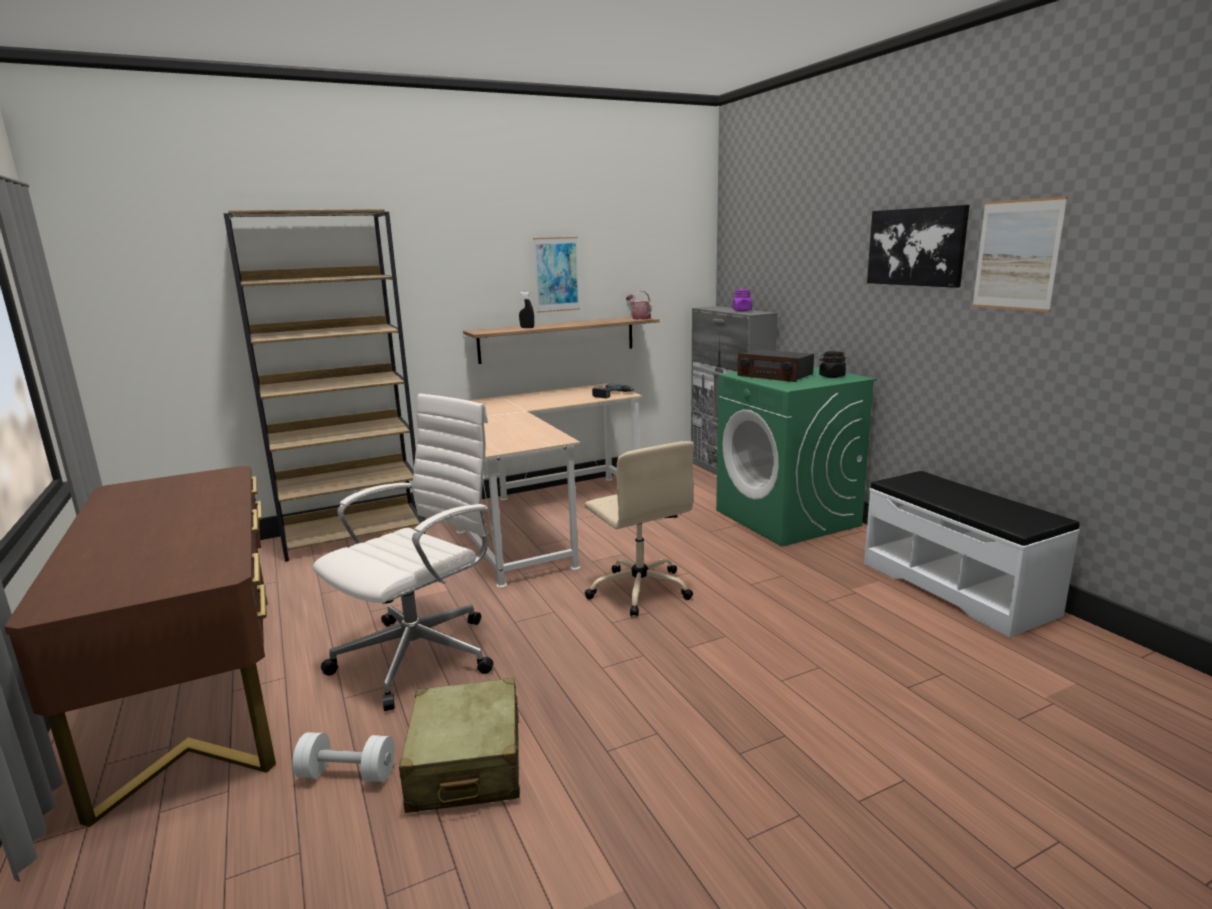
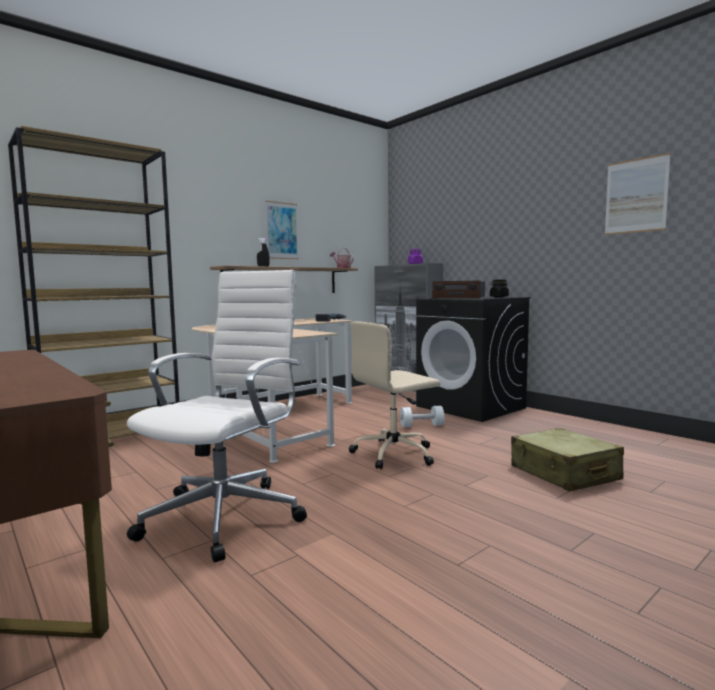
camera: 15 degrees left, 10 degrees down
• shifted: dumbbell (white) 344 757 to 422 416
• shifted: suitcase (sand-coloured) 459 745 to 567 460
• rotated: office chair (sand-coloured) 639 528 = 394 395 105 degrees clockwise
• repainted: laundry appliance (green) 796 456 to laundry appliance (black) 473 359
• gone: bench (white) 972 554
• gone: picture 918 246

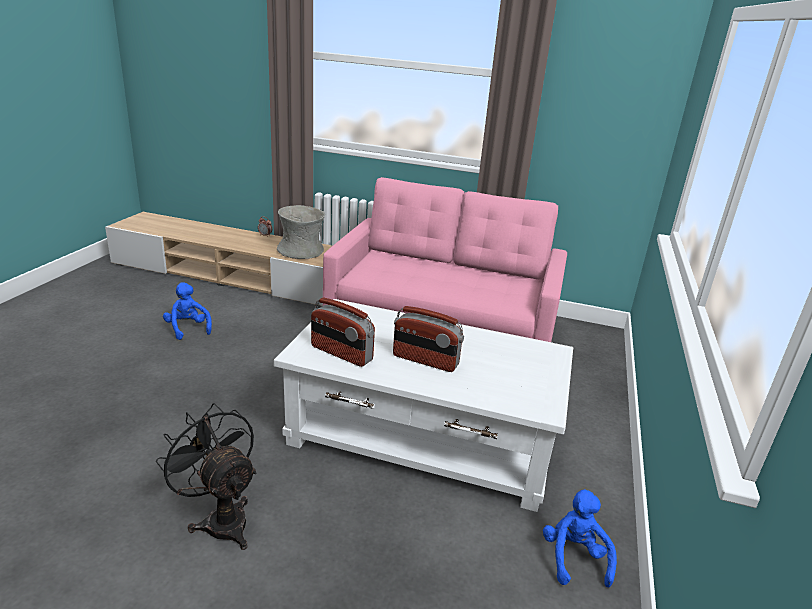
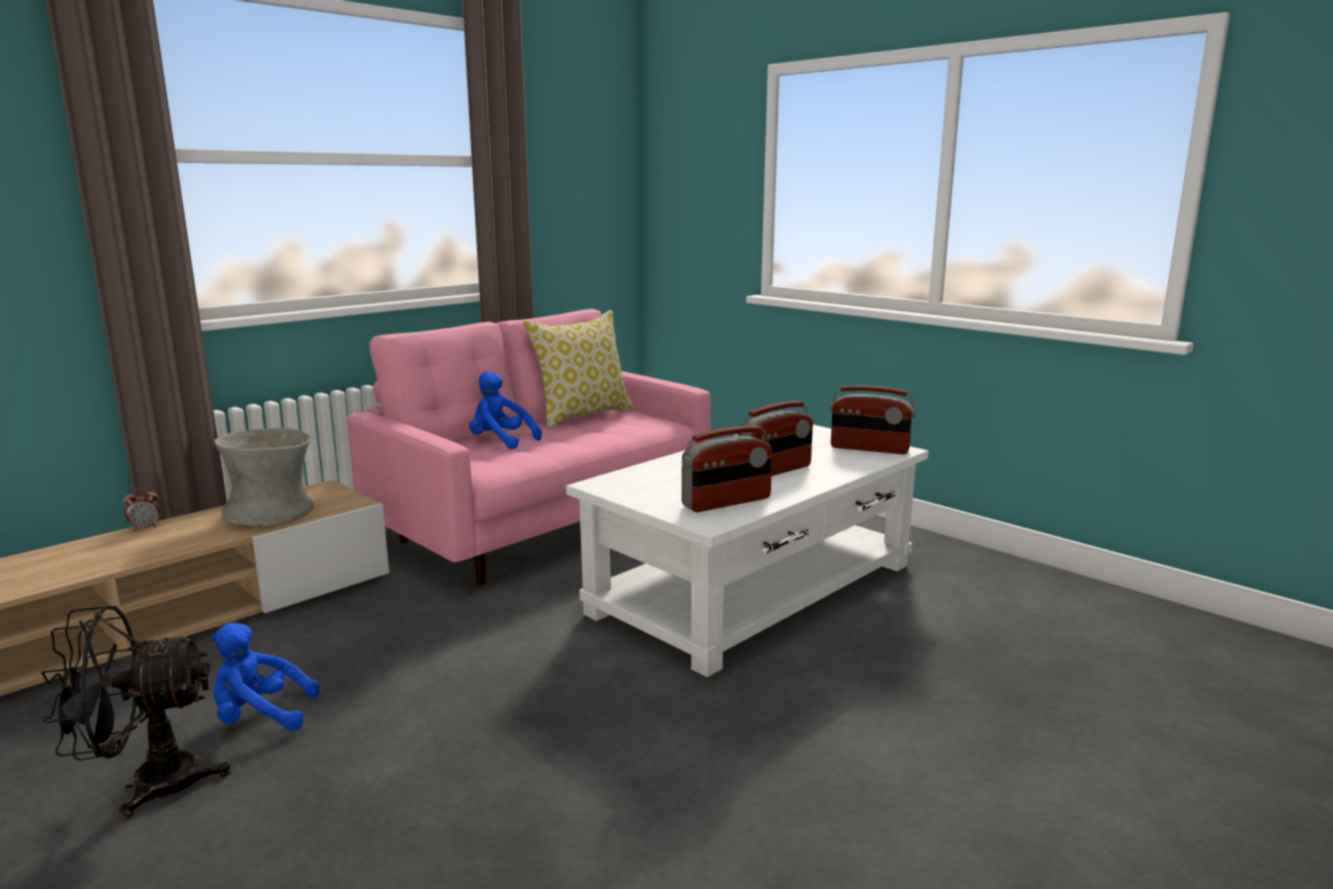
camera: 60 degrees left, 10 degrees down
• shifted: electric fan (black) 206 476 to 136 713
• shifted: soft toy (blue-coloured) 580 538 to 505 410
• new: throw pillow 579 369
• new: radio receiver 873 419

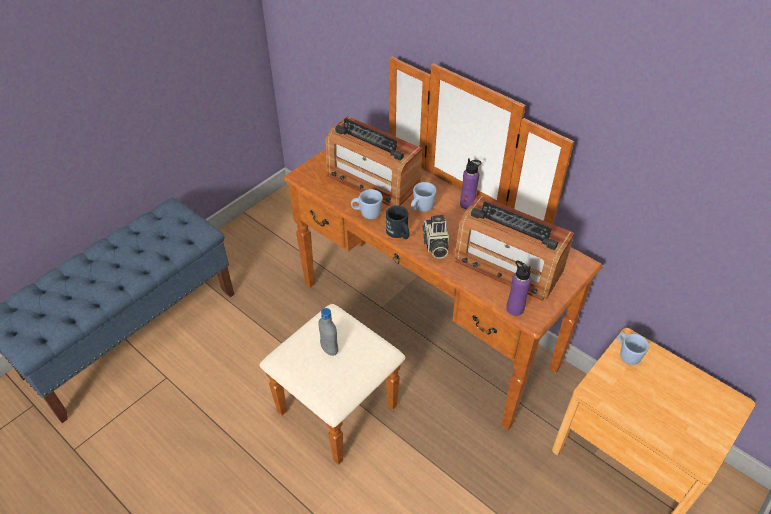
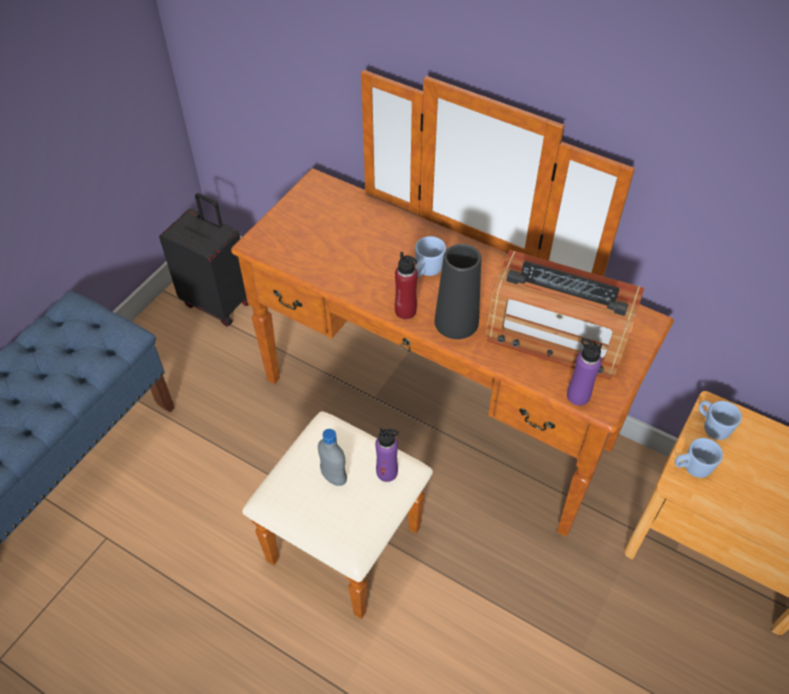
camera: 10 degrees left, 5 degrees up
• gone: radio receiver 374 161
• shifted: coffee mug (blue-coloured) 367 204 to 699 458
• swapped: coffee mug (black) 397 222 to bottle (red-coloured) 406 285
• swapped: photo camera 435 237 to flower vase (black) 457 291
• shifted: bottle (purple-coloured) 470 184 to 387 455
• new: suitcase (black) 204 259

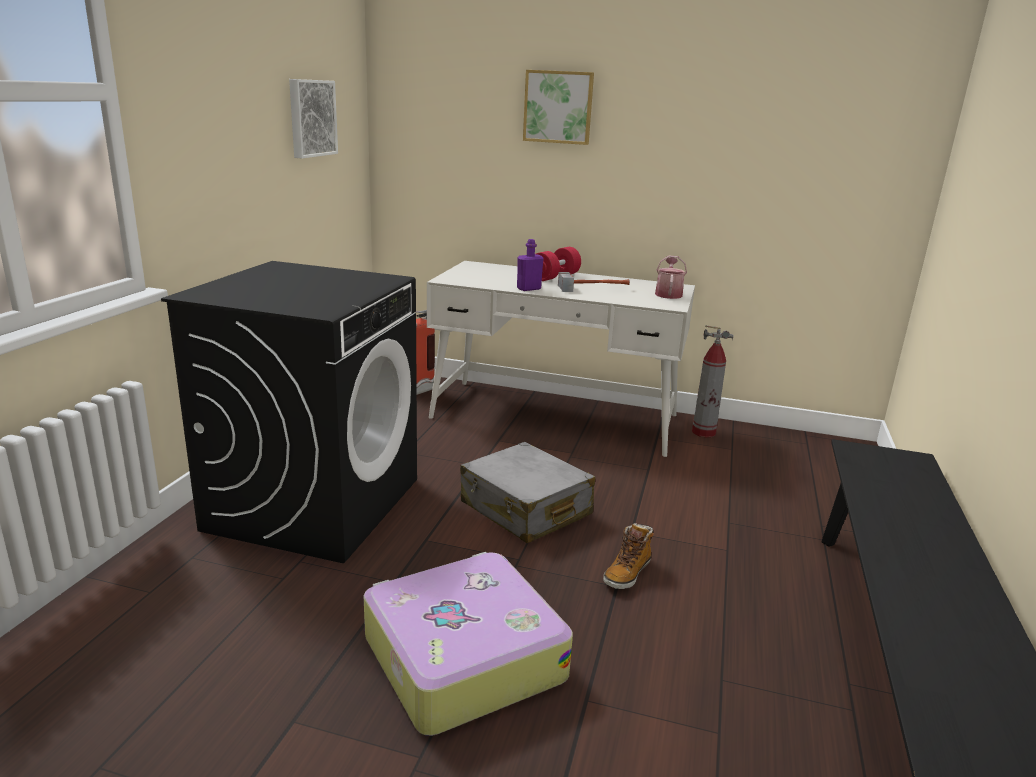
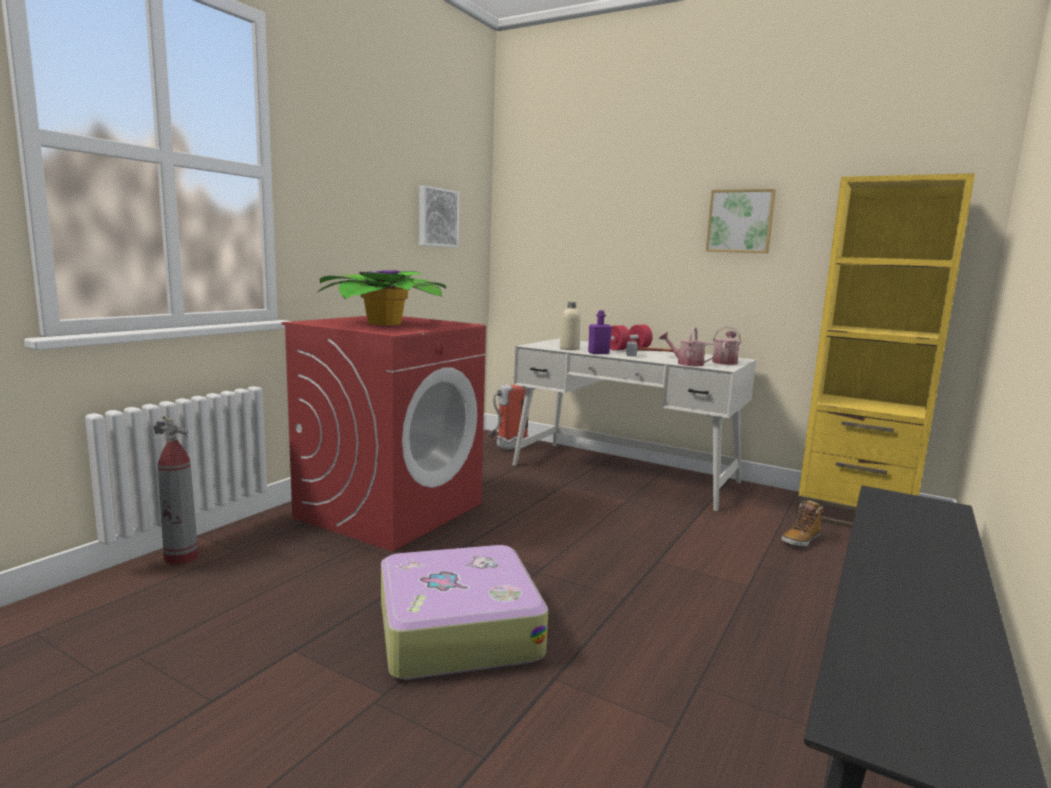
camera: 15 degrees right, 10 degrees down
• repainted: laundry appliance (black) 289 412 to laundry appliance (red-coloured) 384 433
• gone: suitcase (greyish) 527 492
• shifted: picture 558 107 to 741 221
• shifted: boot 628 556 to 802 523
• shifted: fire-fighting cylinder 713 381 to 175 490
• new: potted plant 382 297
• new: bottle (sand-coloured) 570 326
• new: watering can 688 346
• new: bookshelf (yellow-coloured) 885 350

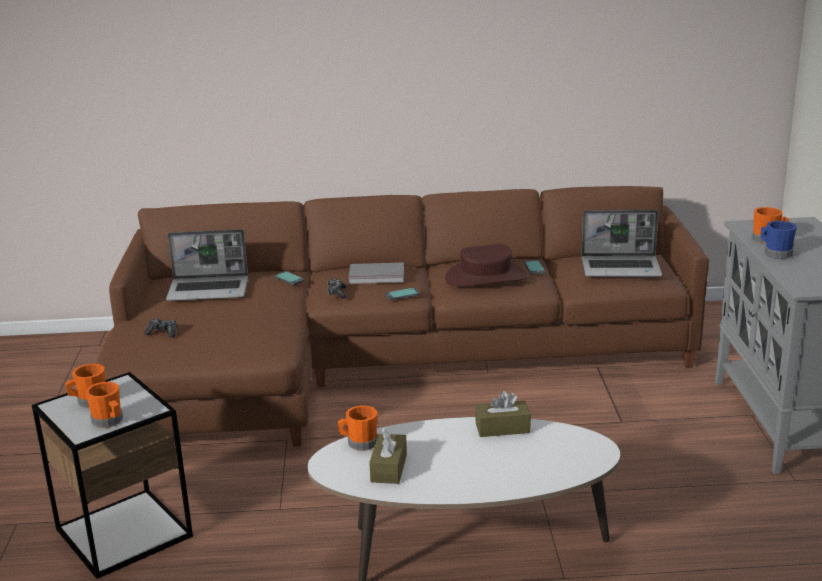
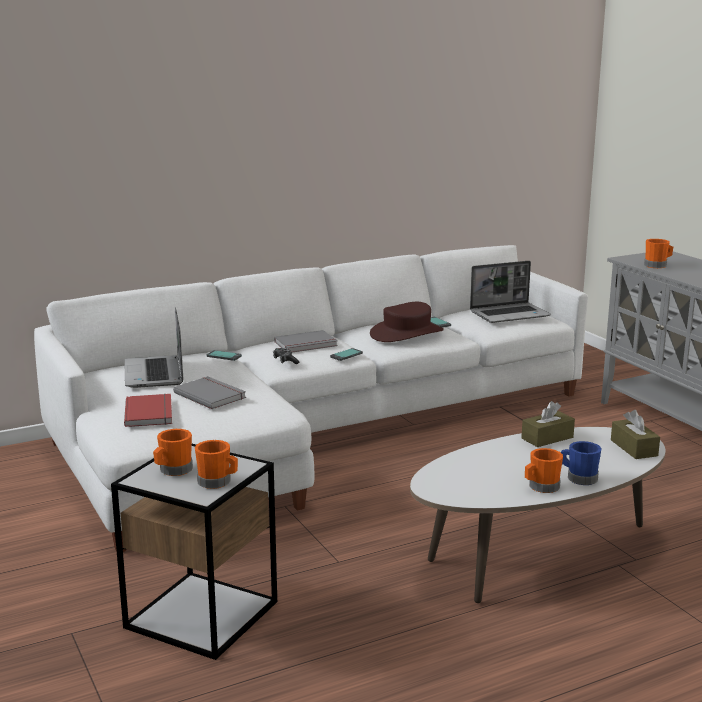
camera: 25 degrees left, 5 degrees down
• repainted: settee (brownish) 402 316 to settee (white) 311 398
• swapped: gamepad 160 328 to book (red-coloured) 148 410
• rotated: portable computer 207 265 = 153 347 105 degrees clockwise
• shifted: coffee mug (orange-coloured) 358 428 to 544 470
• shifted: tissue holder (brownish) 388 456 to 635 434
• shifted: coffee mug (blue-coloured) 779 240 to 581 463
• new: book (greyish) 209 392

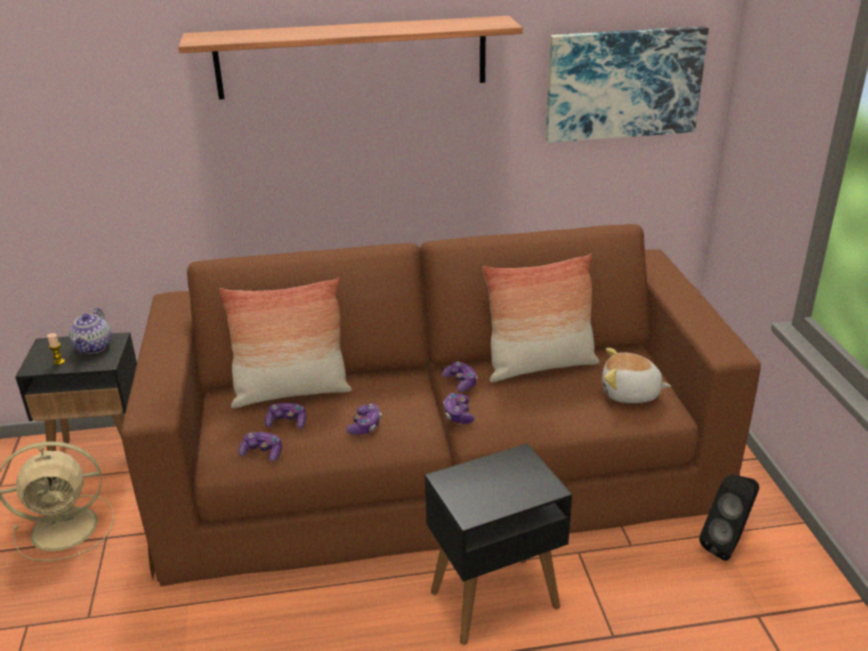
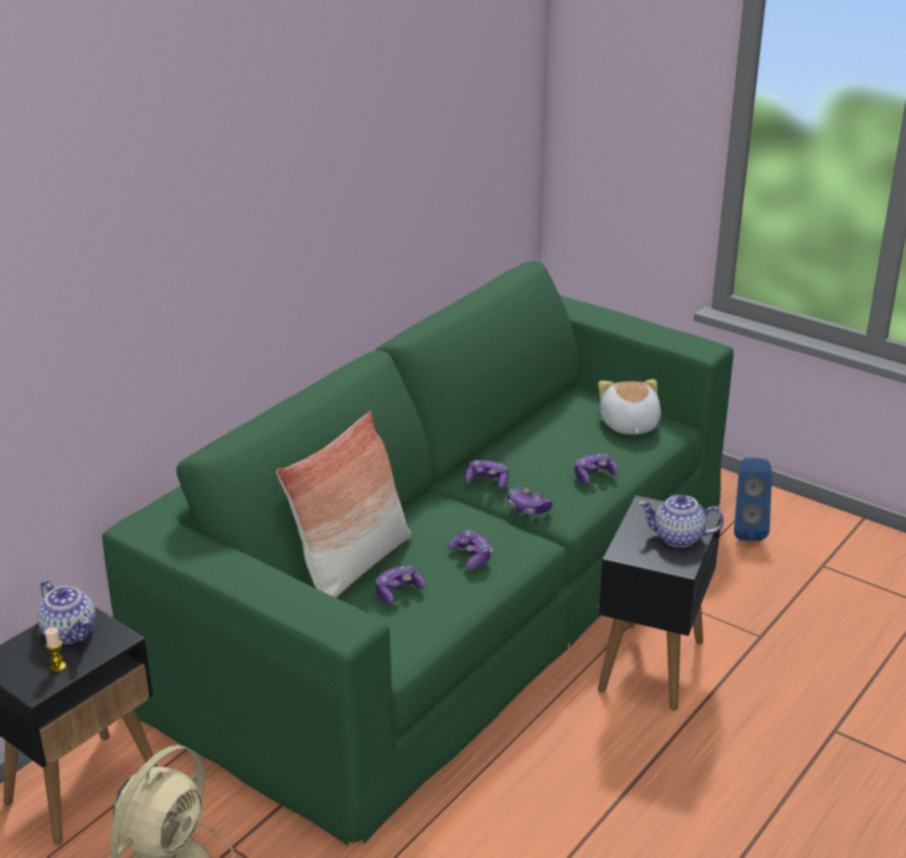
camera: 45 degrees left, 0 degrees up
• repainted: settee (brownish) 441 405 to settee (green) 418 553
• gone: shelf 350 58
• shifted: gamepad 260 446 to 596 469
• gone: throw pillow 541 318
• gone: picture 627 84
• rotated: soft toy 636 375 = 629 407 120 degrees clockwise
• repainted: loudspeaker (black) 729 517 to loudspeaker (blue-coloured) 753 499
• new: pot for tea 681 520

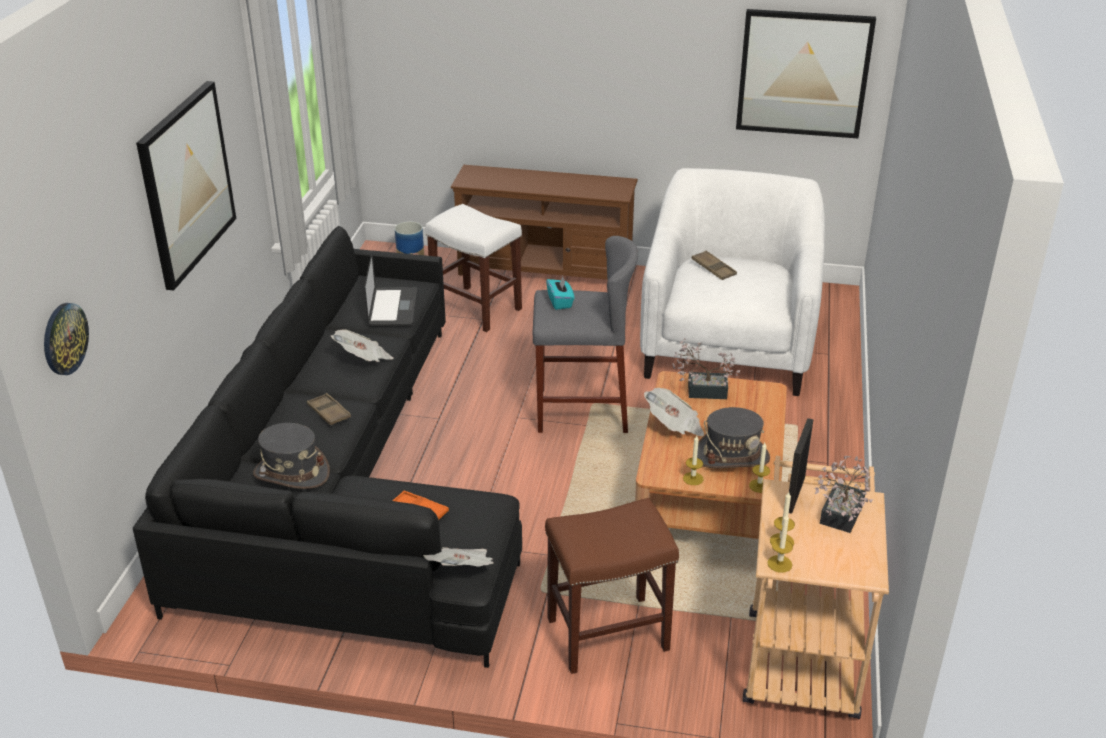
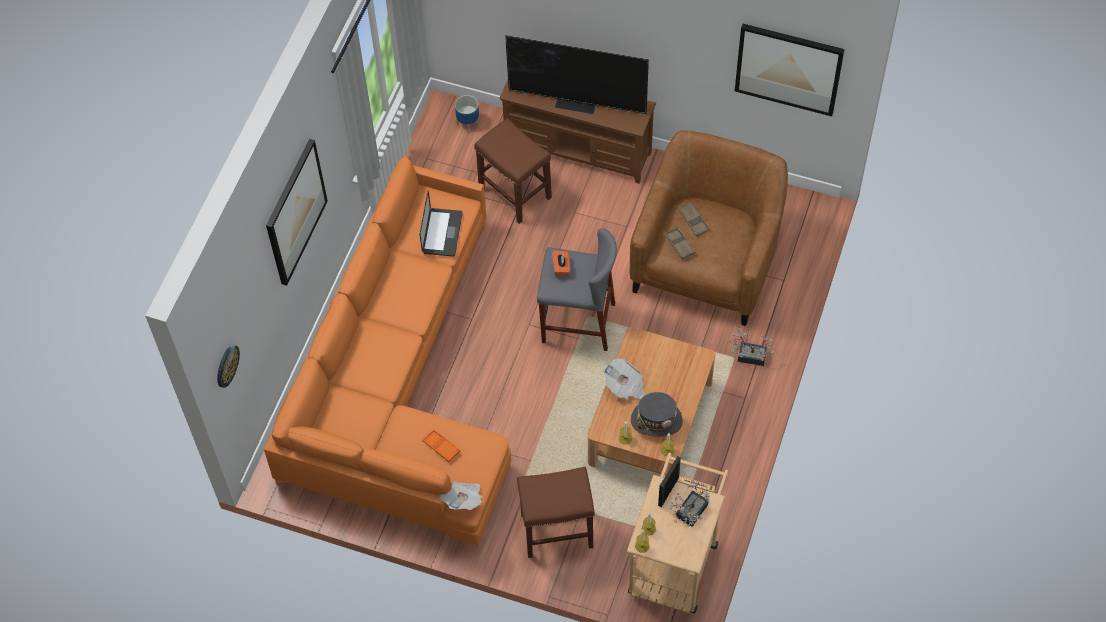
camera: 10 degrees right, 25 degrees up
• repainted: settee (black) 327 447 to settee (orange-coloured) 387 351
• gone: hat (greyish) 291 456
• shifted: serving tray (brownish) 329 409 to 680 243
• gone: daily paper 362 345
• repainted: stool seat (white) 473 268 to stool seat (brownish) 513 171
• repainted: tissue holder (turquoise-coloured) 560 293 to tissue holder (orange-coloured) 561 264
• repainted: armchair (white) 732 282 to armchair (brownish) 708 228
• shifted: potted plant 706 368 to 751 345
• new: TV 577 74

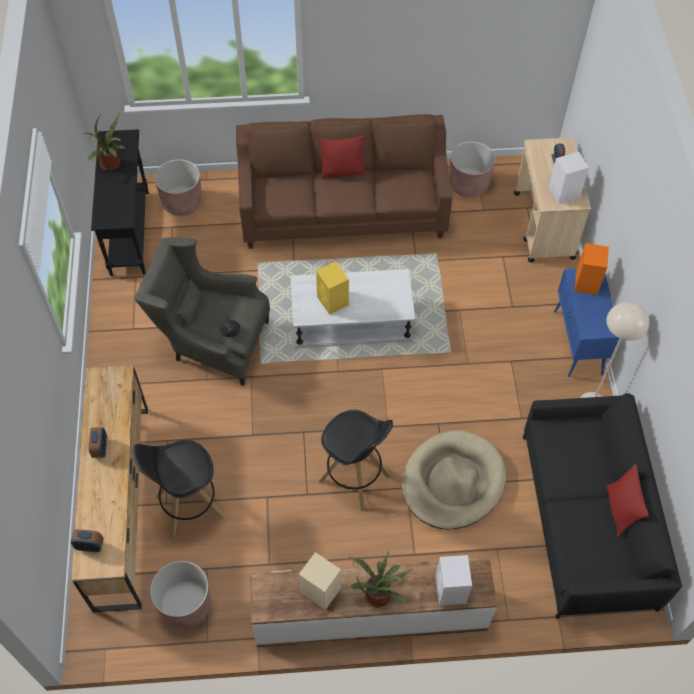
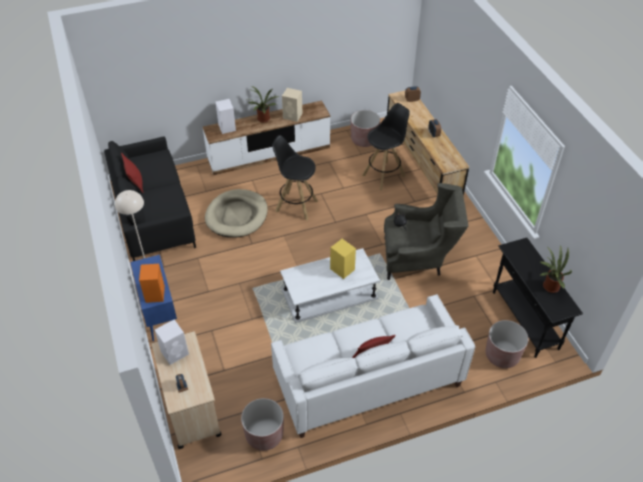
camera: 165 degrees right, 10 degrees down
• repainted: settee (brownish) 344 181 to settee (white) 373 366

